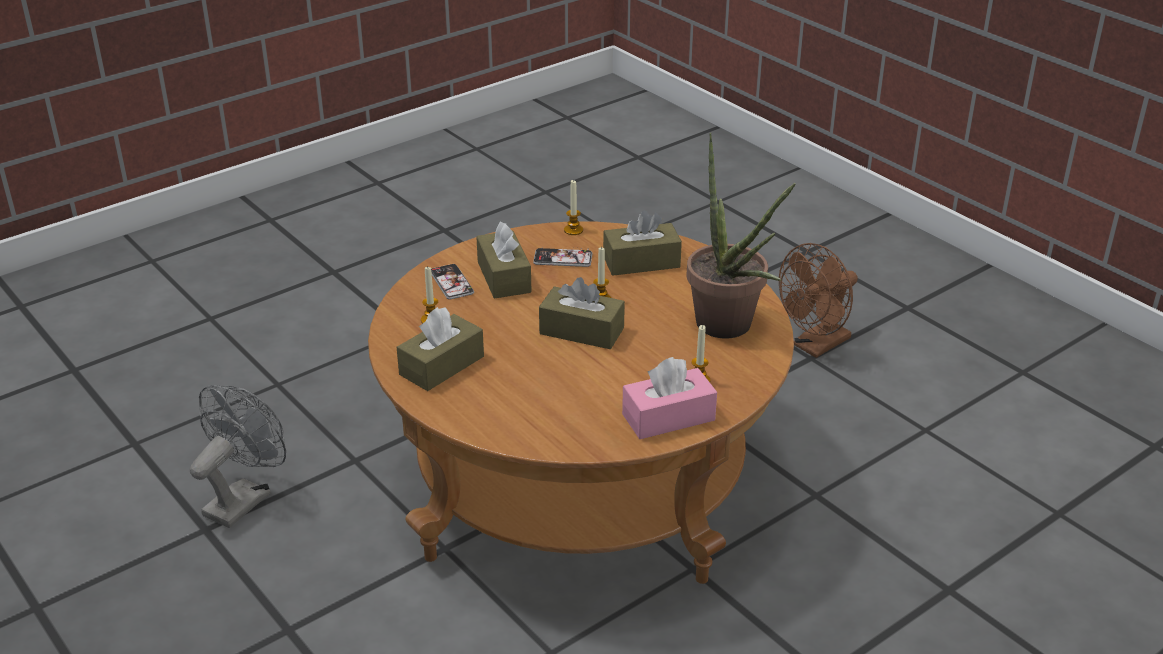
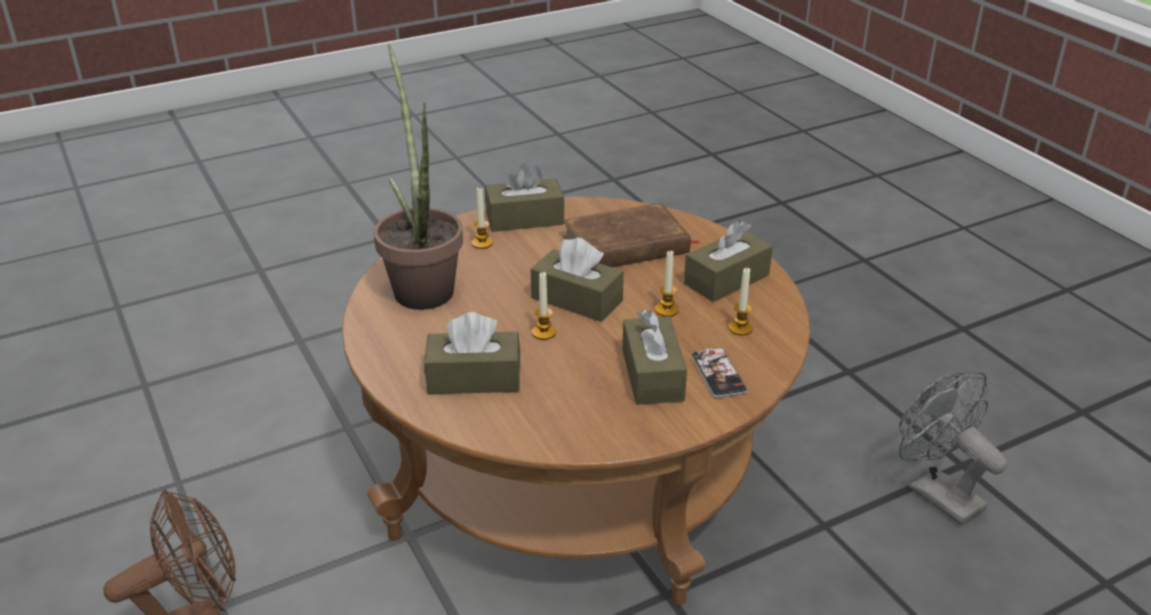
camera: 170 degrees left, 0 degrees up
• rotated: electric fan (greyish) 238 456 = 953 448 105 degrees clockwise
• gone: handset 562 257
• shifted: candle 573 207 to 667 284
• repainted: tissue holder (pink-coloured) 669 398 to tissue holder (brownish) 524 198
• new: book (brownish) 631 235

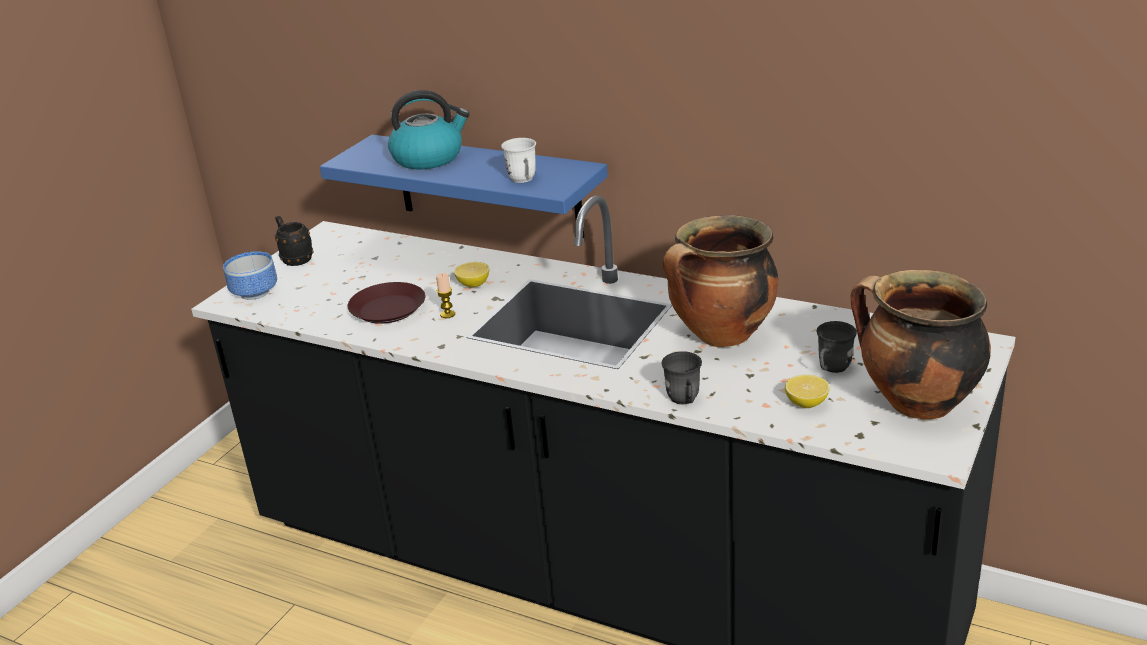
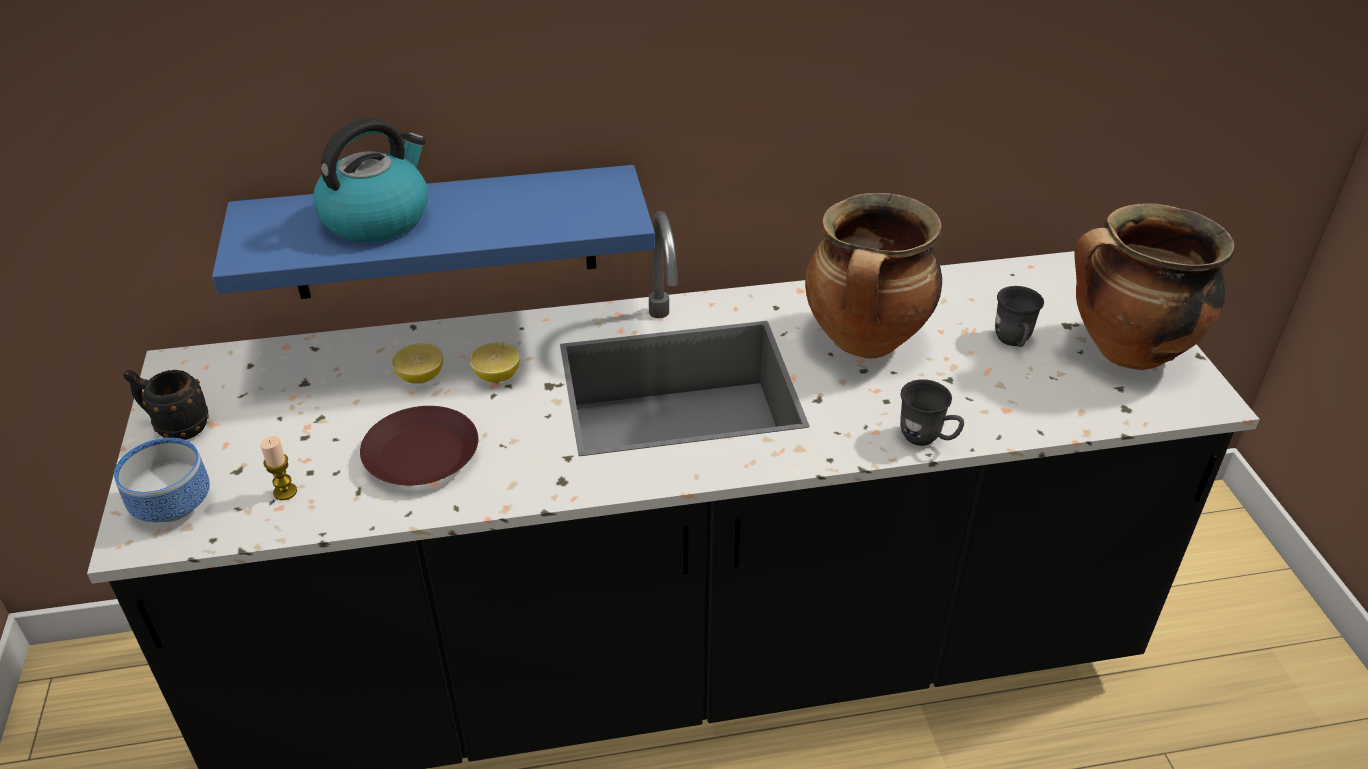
camera: 40 degrees left, 10 degrees up
• shifted: candle 445 295 to 278 468
• gone: coffee mug (white) 518 160
• shifted: lemon 807 391 to 417 363

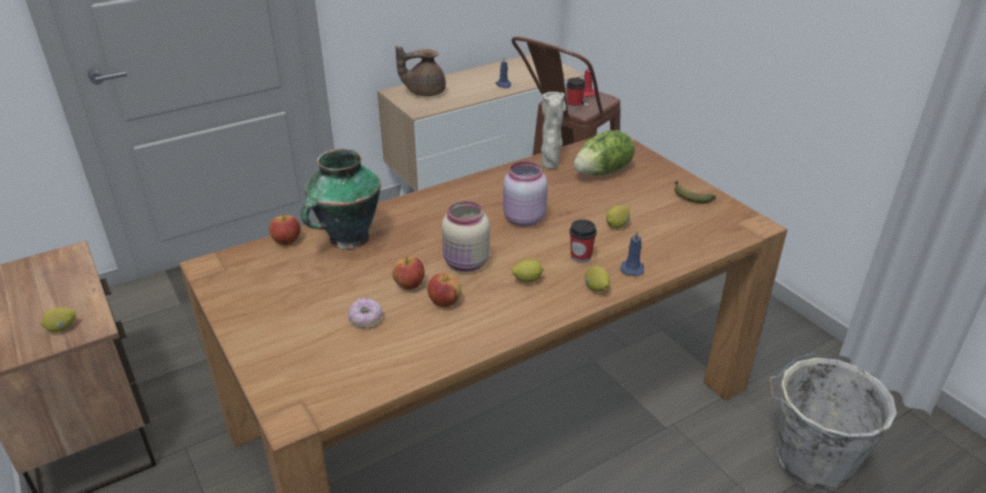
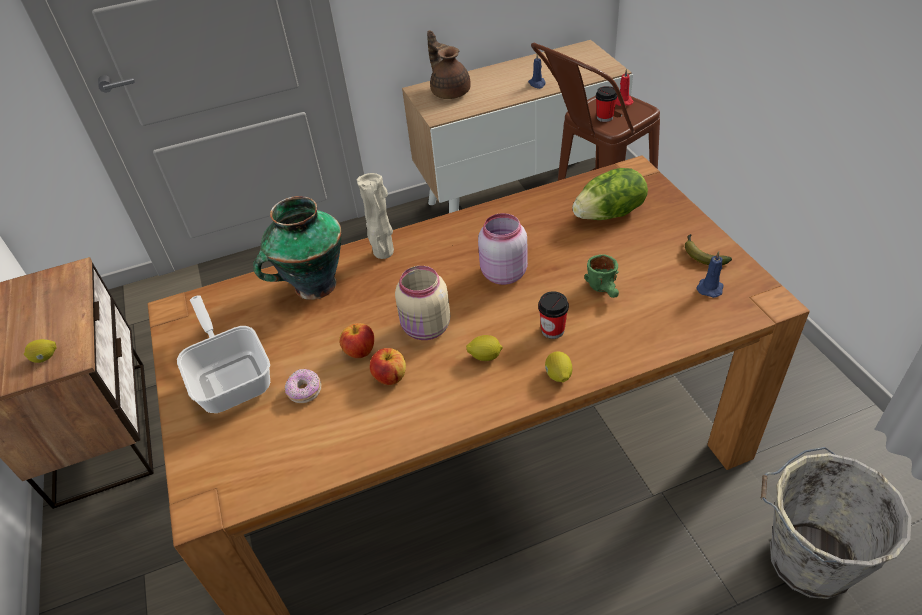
camera: 15 degrees right, 10 degrees up
• gone: apple fruit 285 229
• rotated: pot for tea (brownish) 421 71 = 449 64 60 degrees clockwise
• shifted: flower vase (sand-coloured) 553 130 to 375 216
• swapped: lemon 618 217 to coffee mug (green) 601 276
• shifted: candle (blue-coloured) 632 253 to 709 274
• new: frying pan 223 354

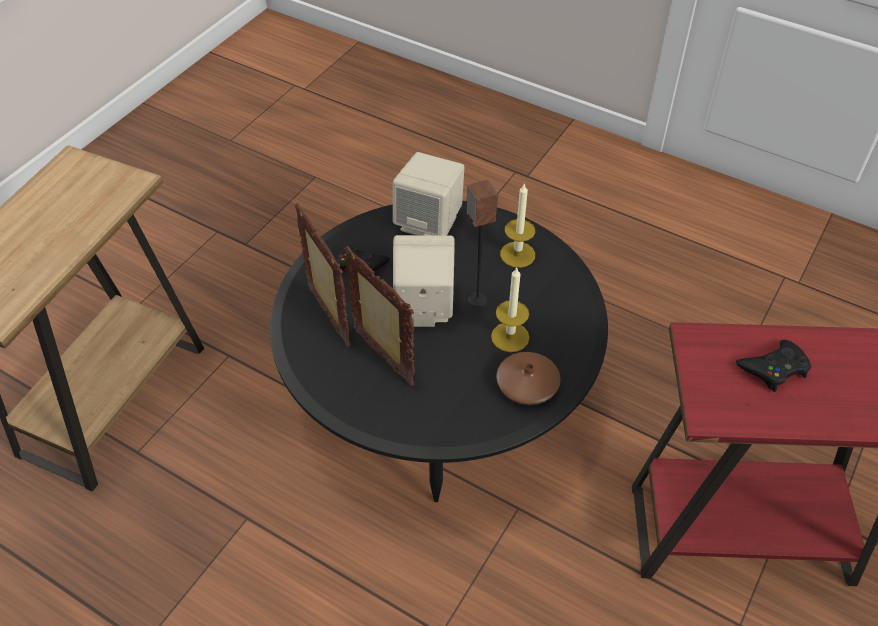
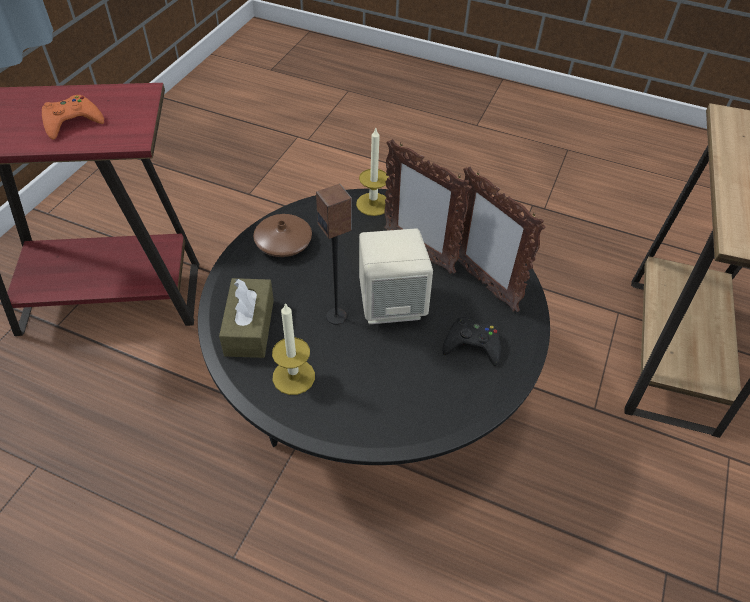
camera: 170 degrees right, 0 degrees up
• gone: loudspeaker (sand-coloured) 429 193
• shifted: candle 510 309 to 372 172
• repainted: gamepad (black) 773 366 to gamepad (orange-coloured) 73 117
• new: tissue holder (brownish) 246 318

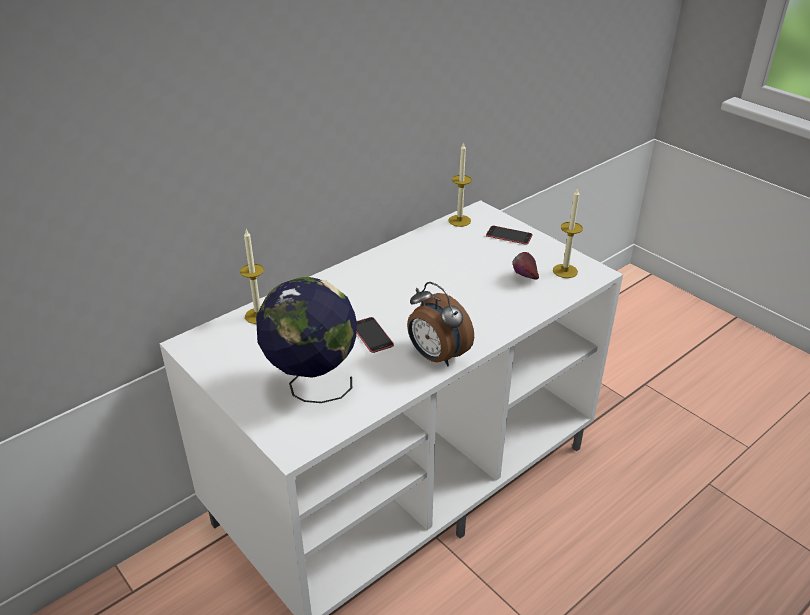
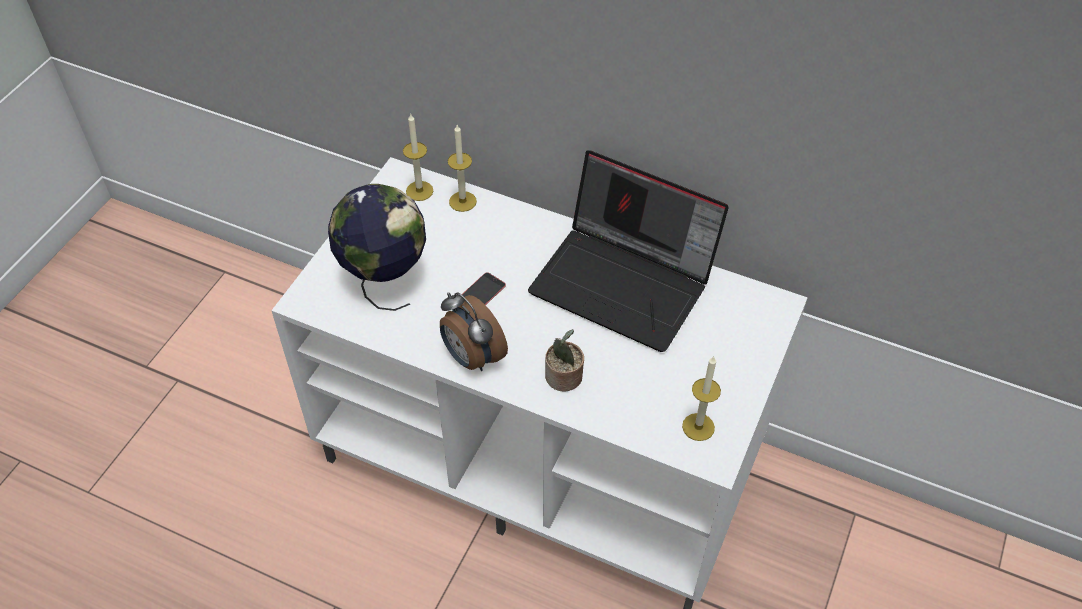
camera: 65 degrees right, 15 degrees up
• rotated: bedside clock 440 324 = 474 331 60 degrees counterclockwise
• shifted: candle 460 184 to 418 157
• gone: handset 509 235
• gone: apple fruit 526 266
• new: portable computer 628 251
• new: potted plant 564 360

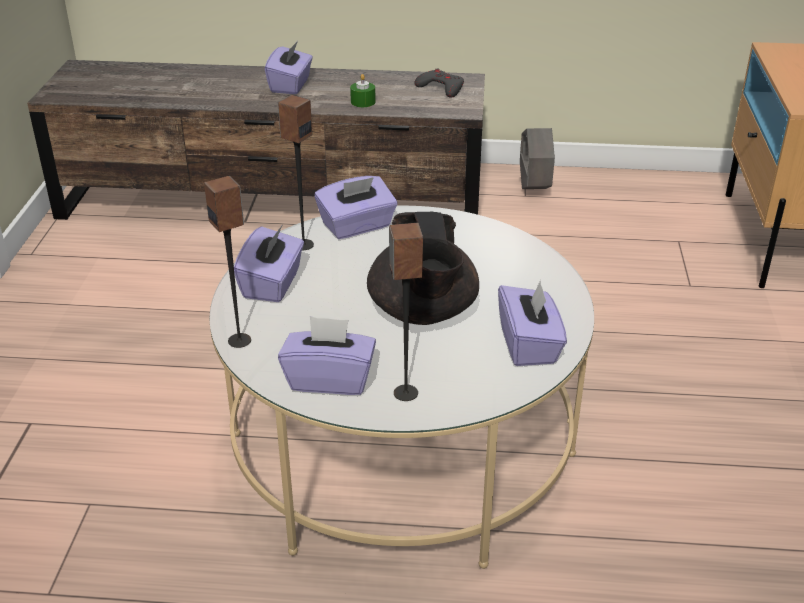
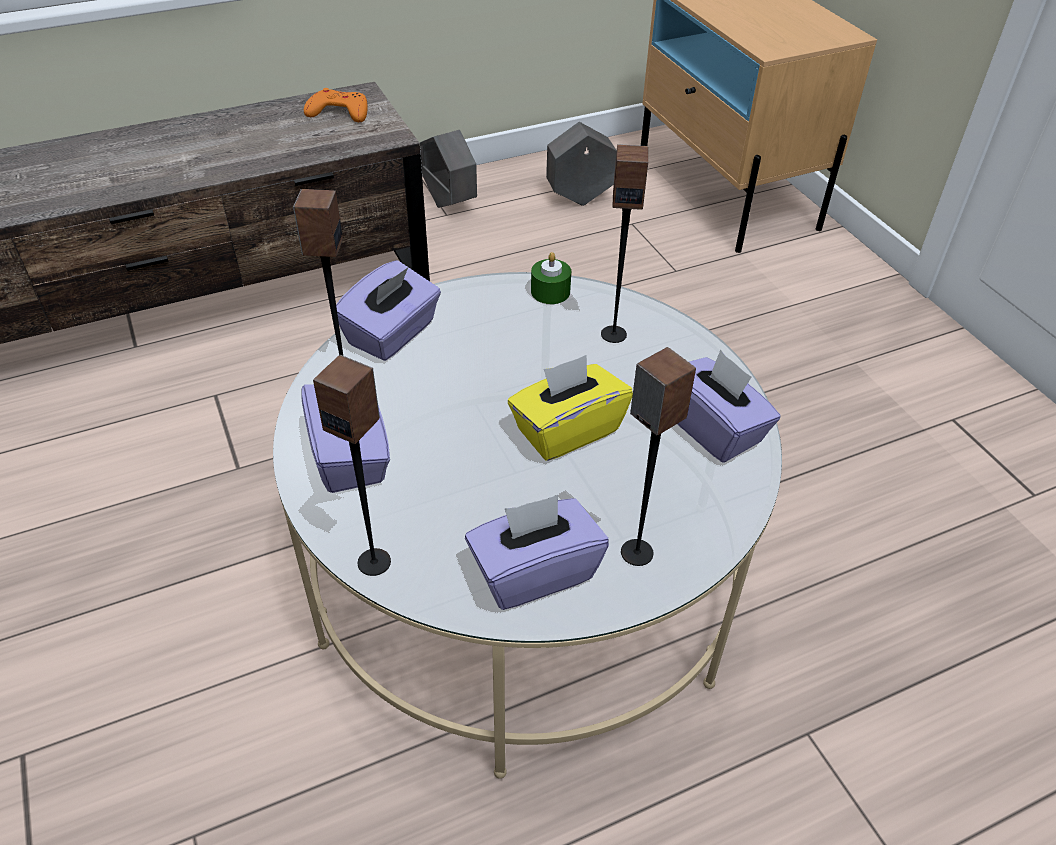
camera: 30 degrees left, 10 degrees up
• gone: tissue holder (purple-coloured) 289 67
• shifted: candle (green) 363 90 to 551 278
• swapped: pot for tea (black) 423 268 to tissue holder (yellow-coloured) 570 408
• repainted: gamepad (greyish) 439 83 to gamepad (orange-coloured) 336 105
• new: planter (greyish) 581 164
• new: loudspeaker 624 243

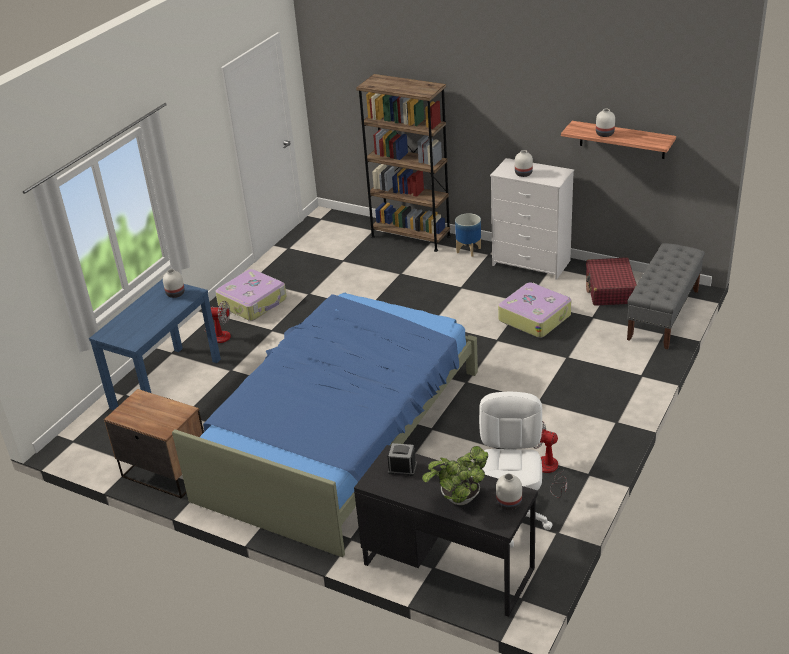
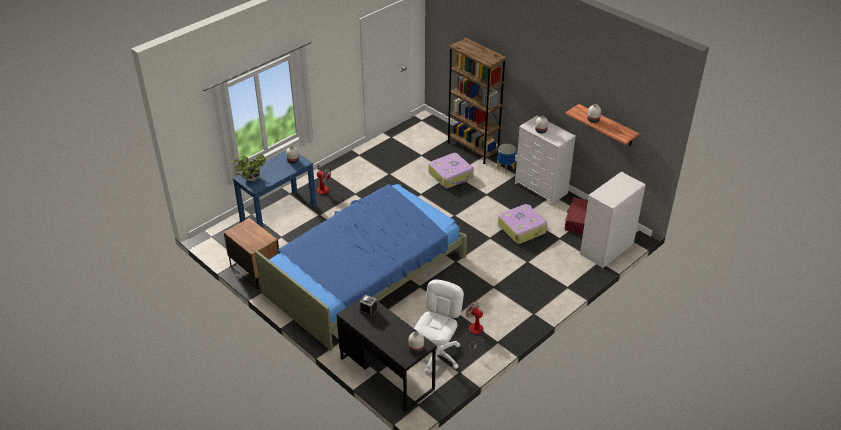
camera: 15 degrees right, 5 degrees up
• shifted: suitcase 251 295 to 451 170
• shifted: potted plant 455 475 to 247 167
• swapped: bench (greyish) 666 296 to dresser (white) 613 220

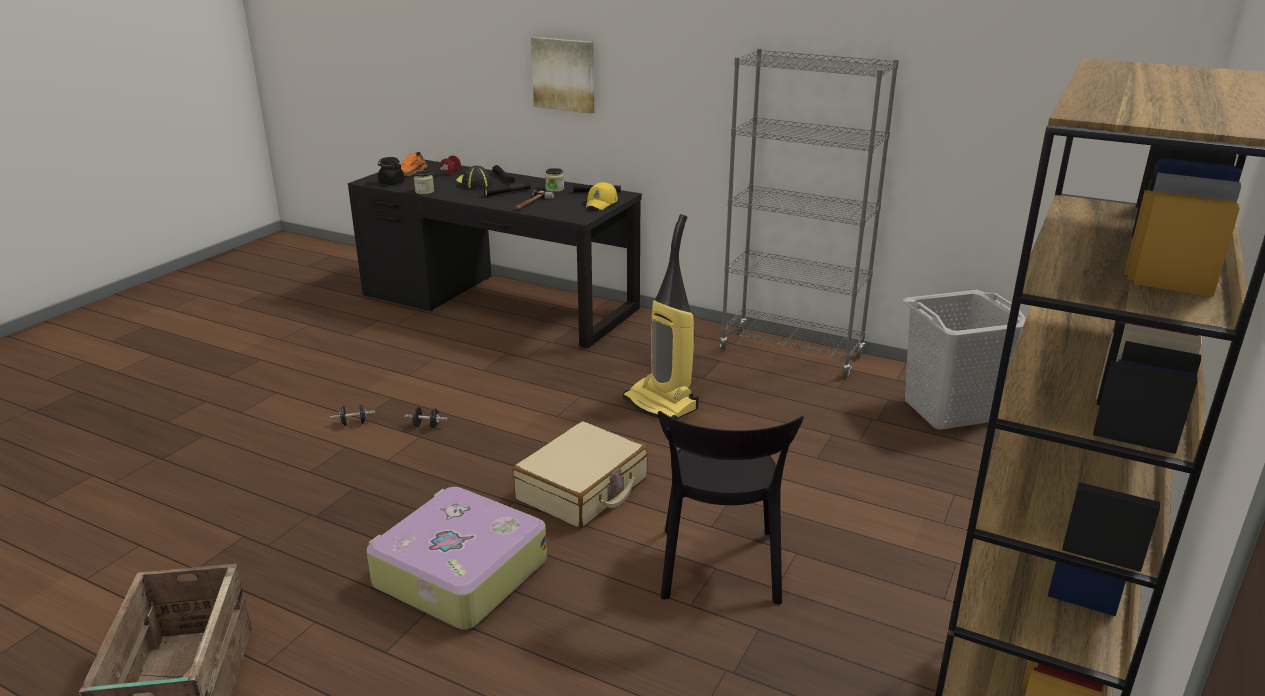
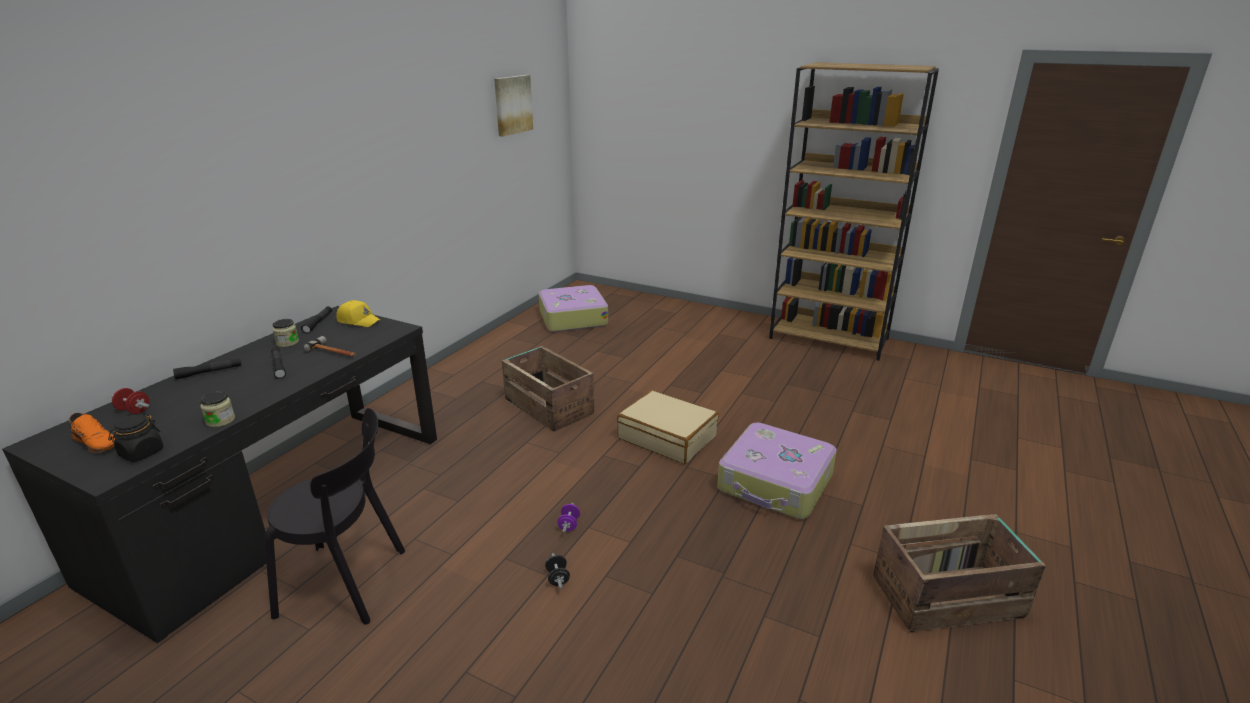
camera: 90 degrees left, 0 degrees up
• repainted: dumbbell (black) 426 417 to dumbbell (purple-coloured) 568 518
• gone: peaked cap 474 177
• shifted: picture 562 75 to 513 106
• swapped: vacuum 661 316 to shipping crate 548 389
• shifted: plain chair (black) 731 508 to 334 516
• gone: bookshelf (greyish) 809 212
• swapped: hamper (greyish) 964 360 to suitcase 573 308

